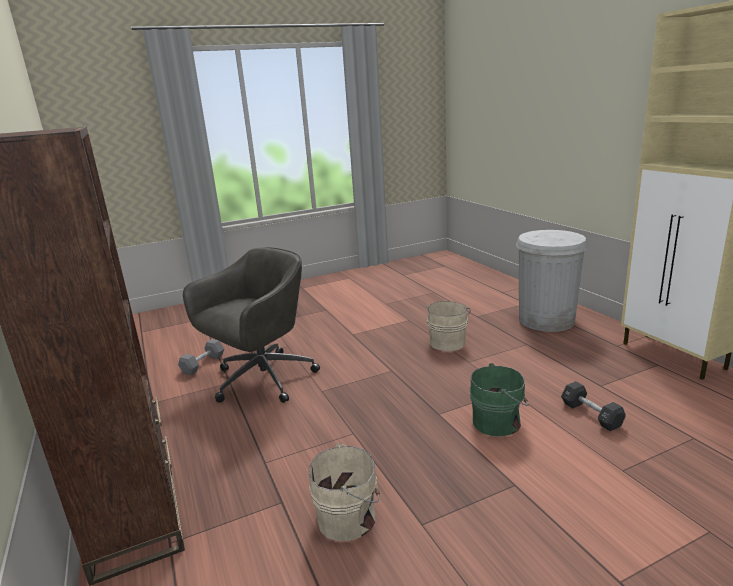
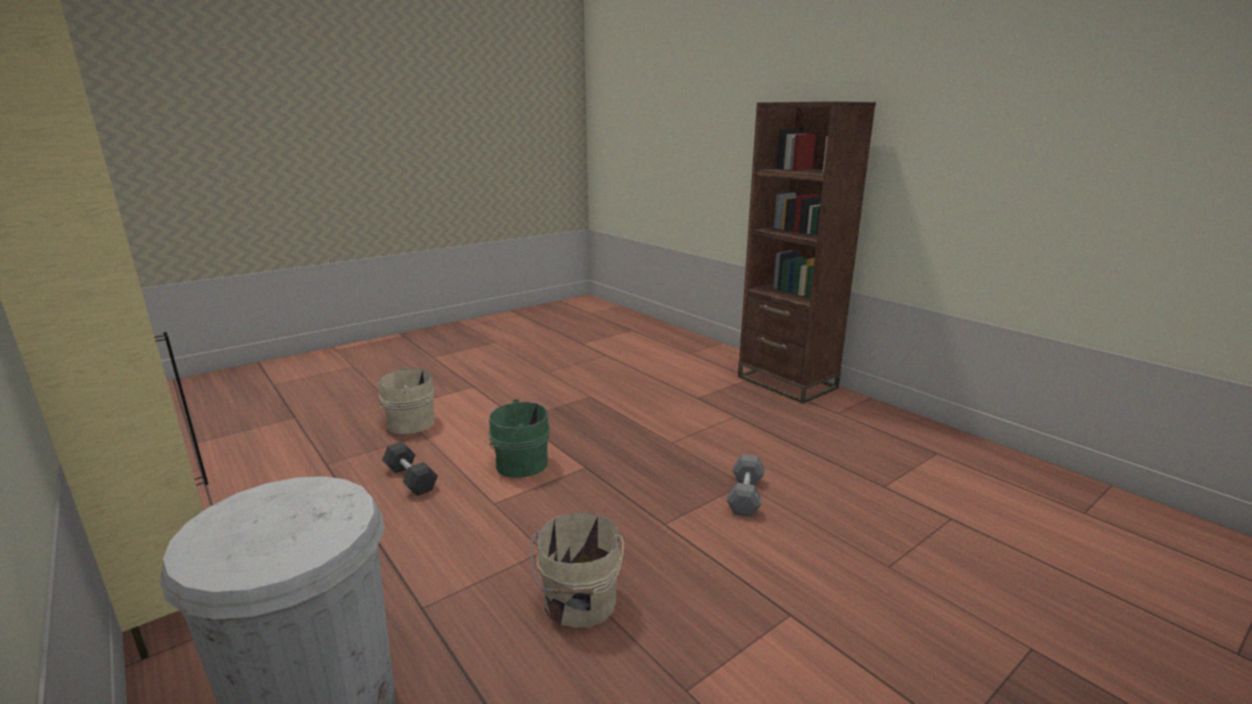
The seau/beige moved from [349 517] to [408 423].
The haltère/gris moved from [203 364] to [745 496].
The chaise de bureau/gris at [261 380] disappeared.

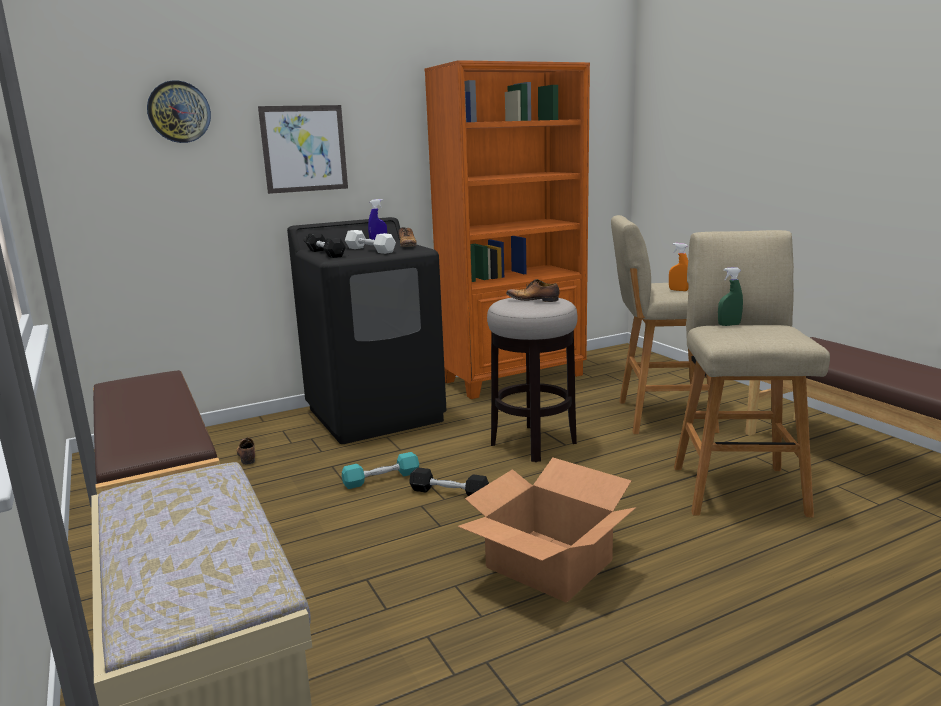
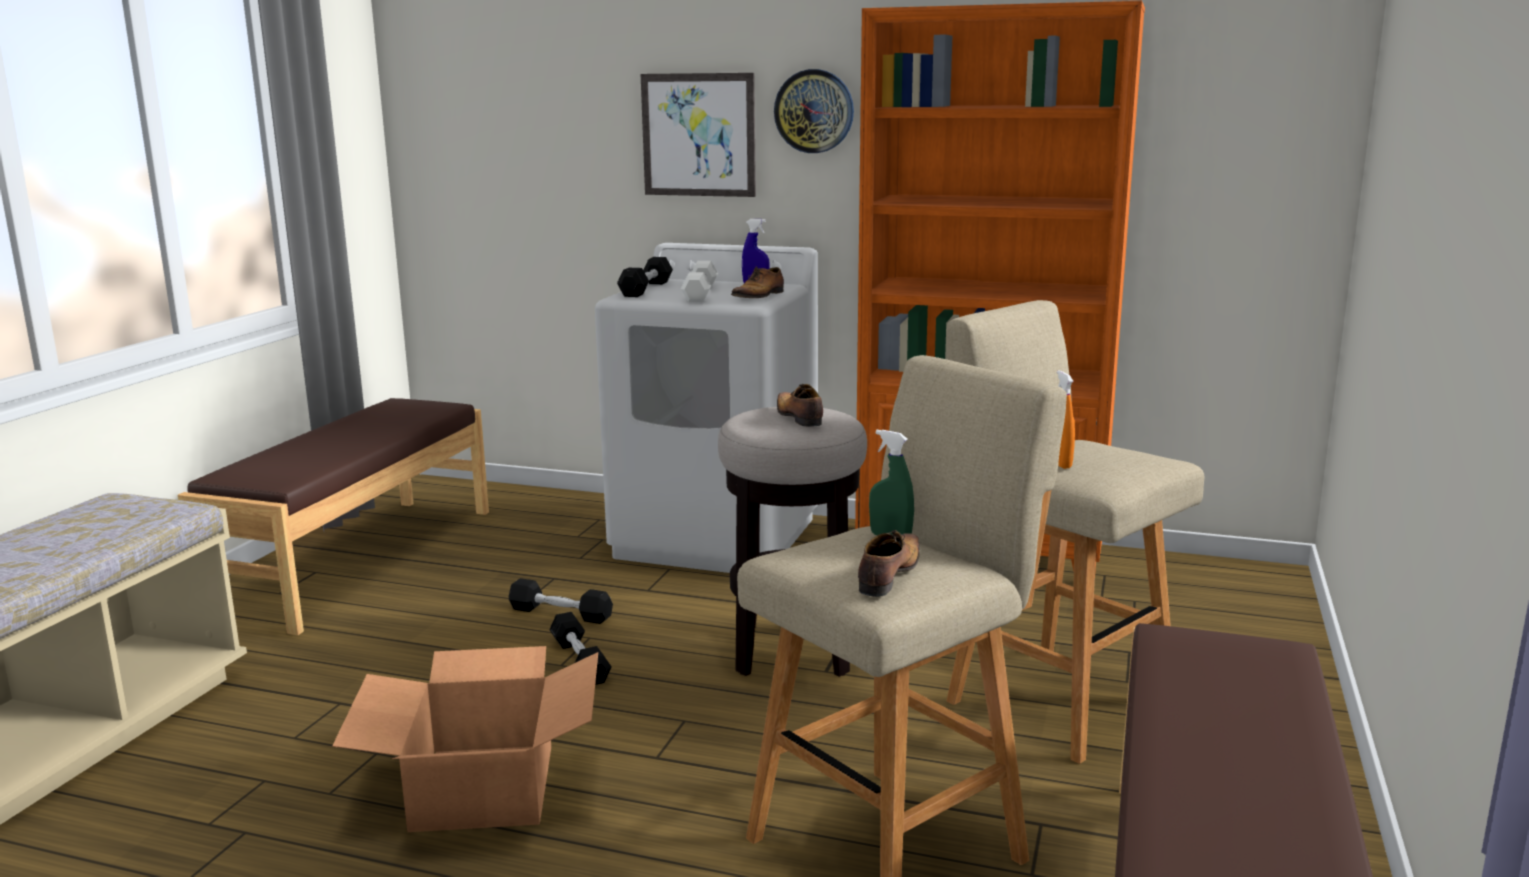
The haltère/turquoise at [381 479] became the haltère/noir at [560 613].
The lave-linge/noir at [376 414] became the lave-linge/blanc at [717 538].
The horloge murale moved from [179 112] to [814 111].
The chaussure moved from [247 455] to [889 575].

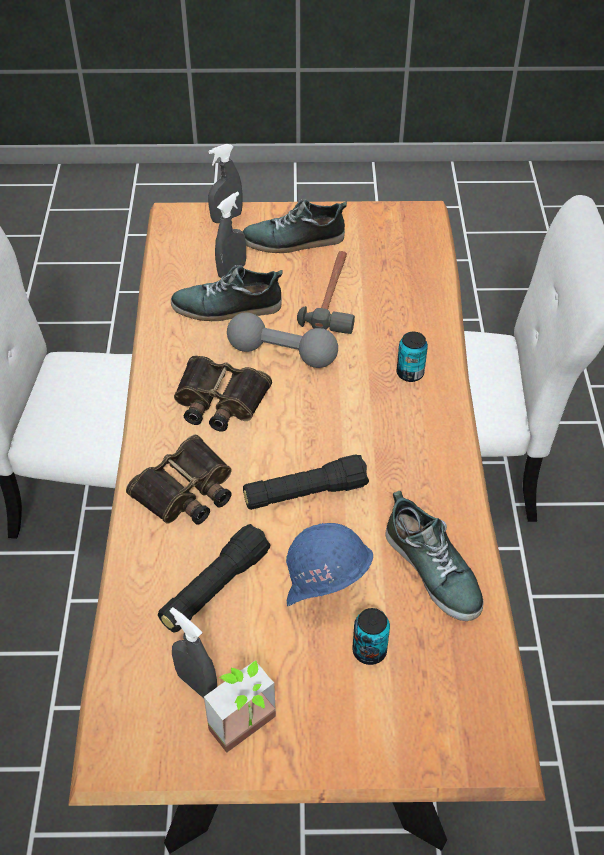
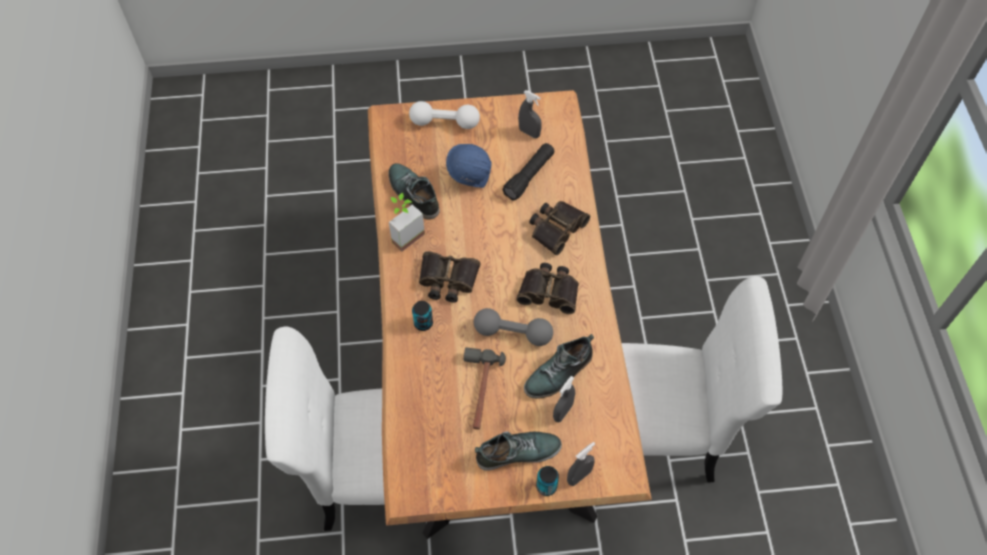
The plante en pot moved from [250 733] to [404 234].
The haltère/blanc at [444 123] appeared.
The jumelles at [447 280] appeared.
The chaussure at [227 307] turned 150 degrees clockwise.
The boîte métallique moved from [369 651] to [546 486].
The lampe de poche/noir at [305 493] disappeared.

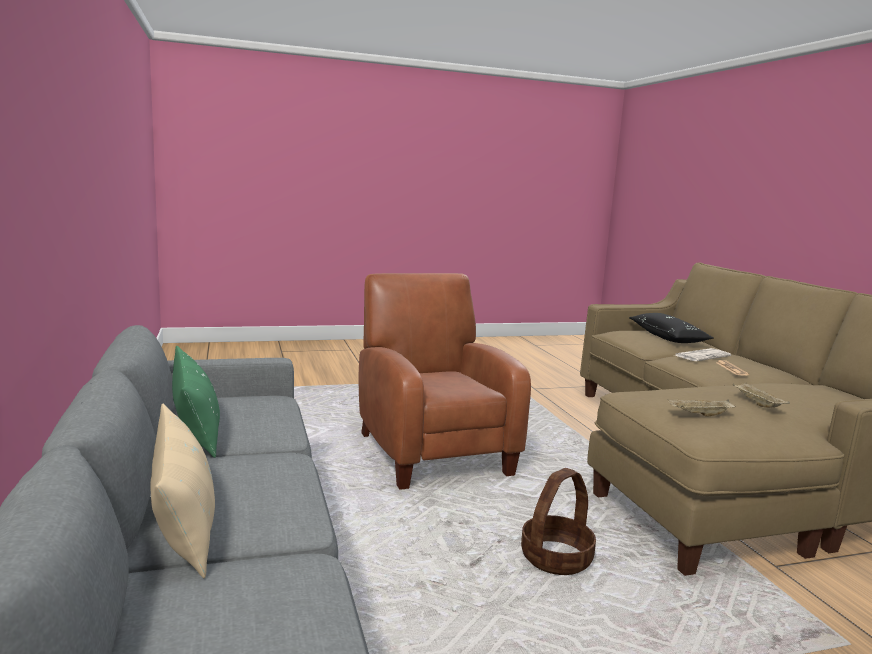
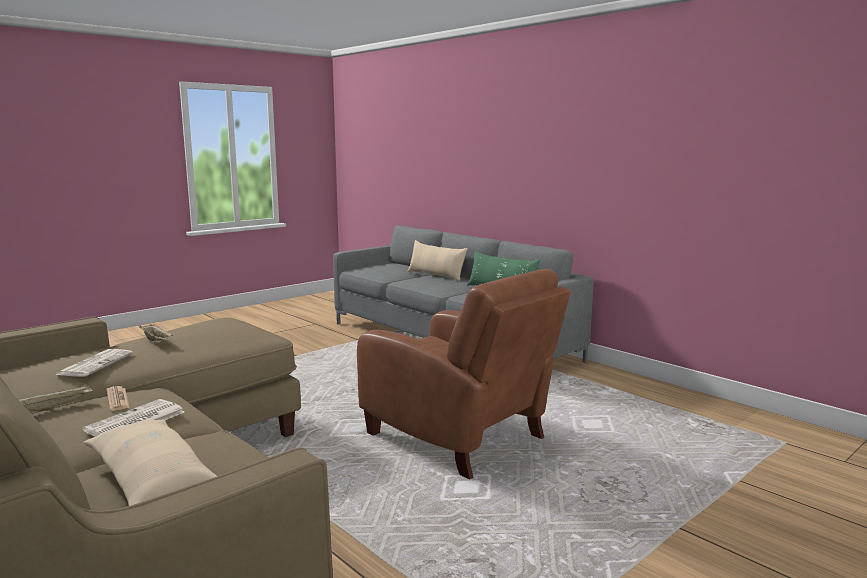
The plateau/beige moved from [699 415] to [56 407].
The journal at [95 364] appeared.
The coussin/noir at [668 337] became the coussin/beige at [152 482].
The panier at [556 559] disappeared.

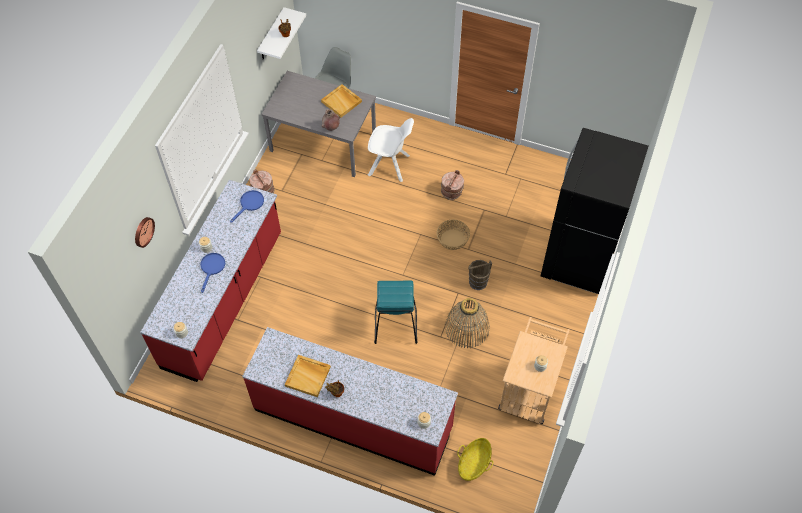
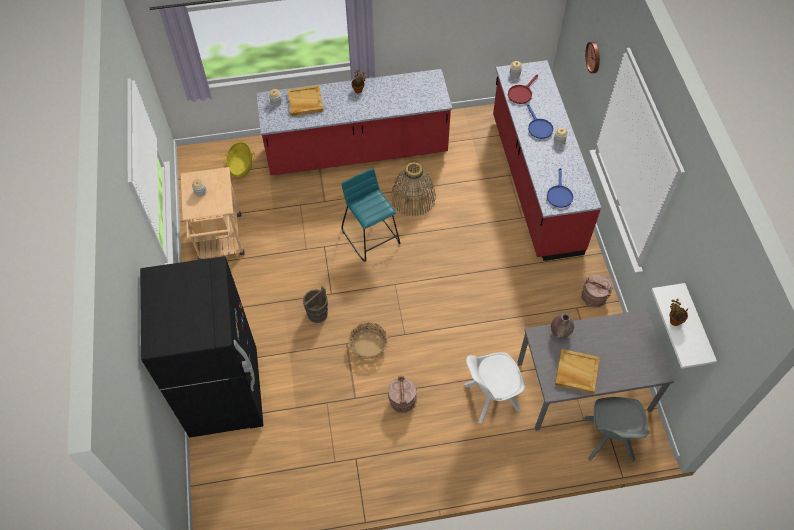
The plateau/beige moved from [308 376] to [305 102].
The panier moved from [467 328] to [413 198].
The poêle/rouge at [521 93] appeared.

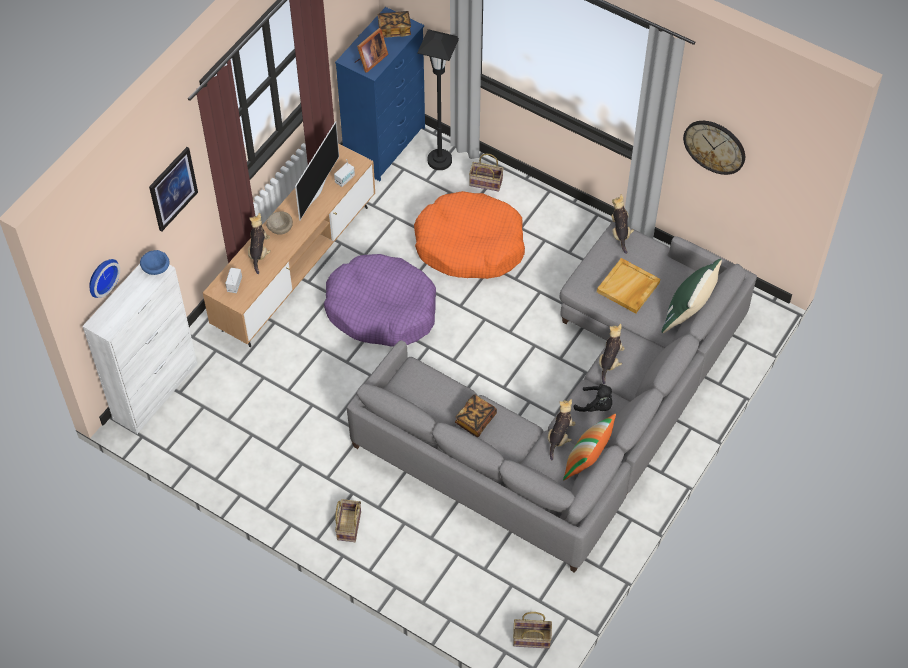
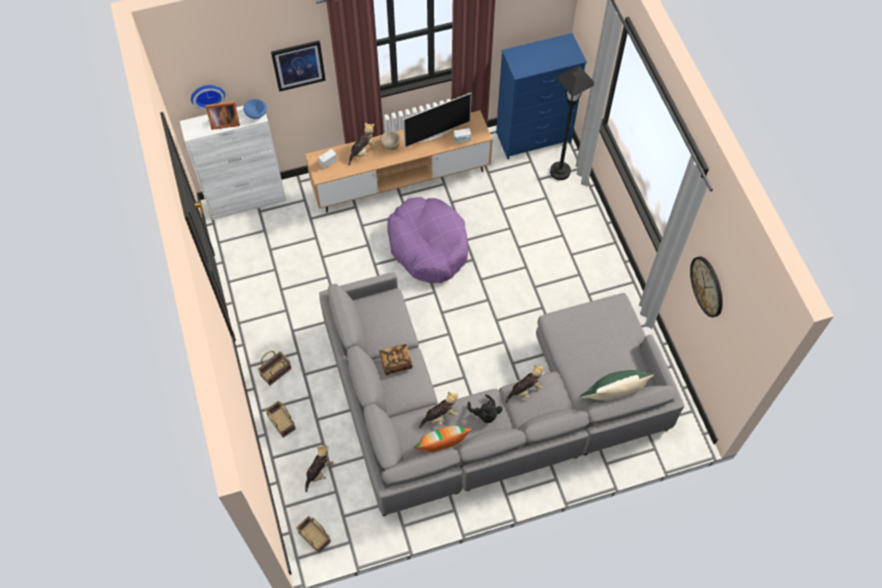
The cadre photo moved from [370 60] to [224 122].
The panier moved from [485 183] to [280 422].
The peluche moved from [620 233] to [319 471].
The livre at [394 30] disappeared.
The panier pour chien/orange at [469 245] disappeared.
The plateau/beige at [628 288] disappeared.

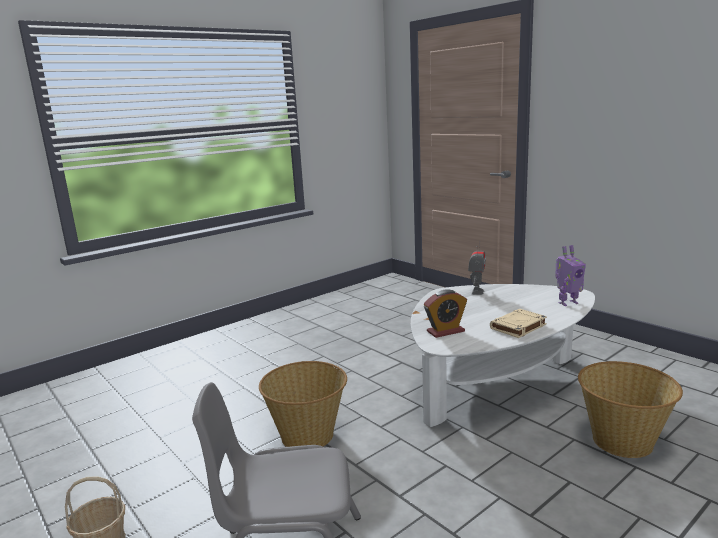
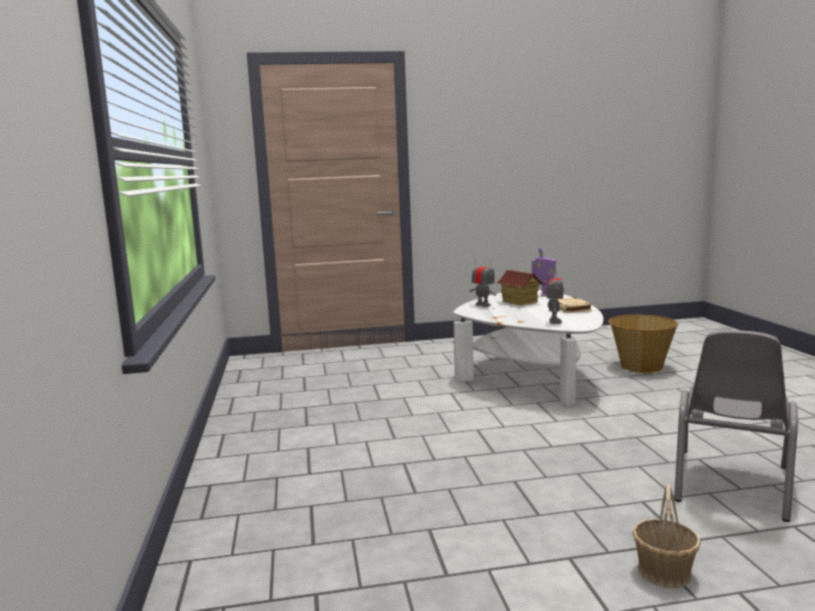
The maison miniature at [519 302] appeared.
The réveil at [445 331] was replaced by the robot jouet at [554 321].
The panier at [308 435] disappeared.

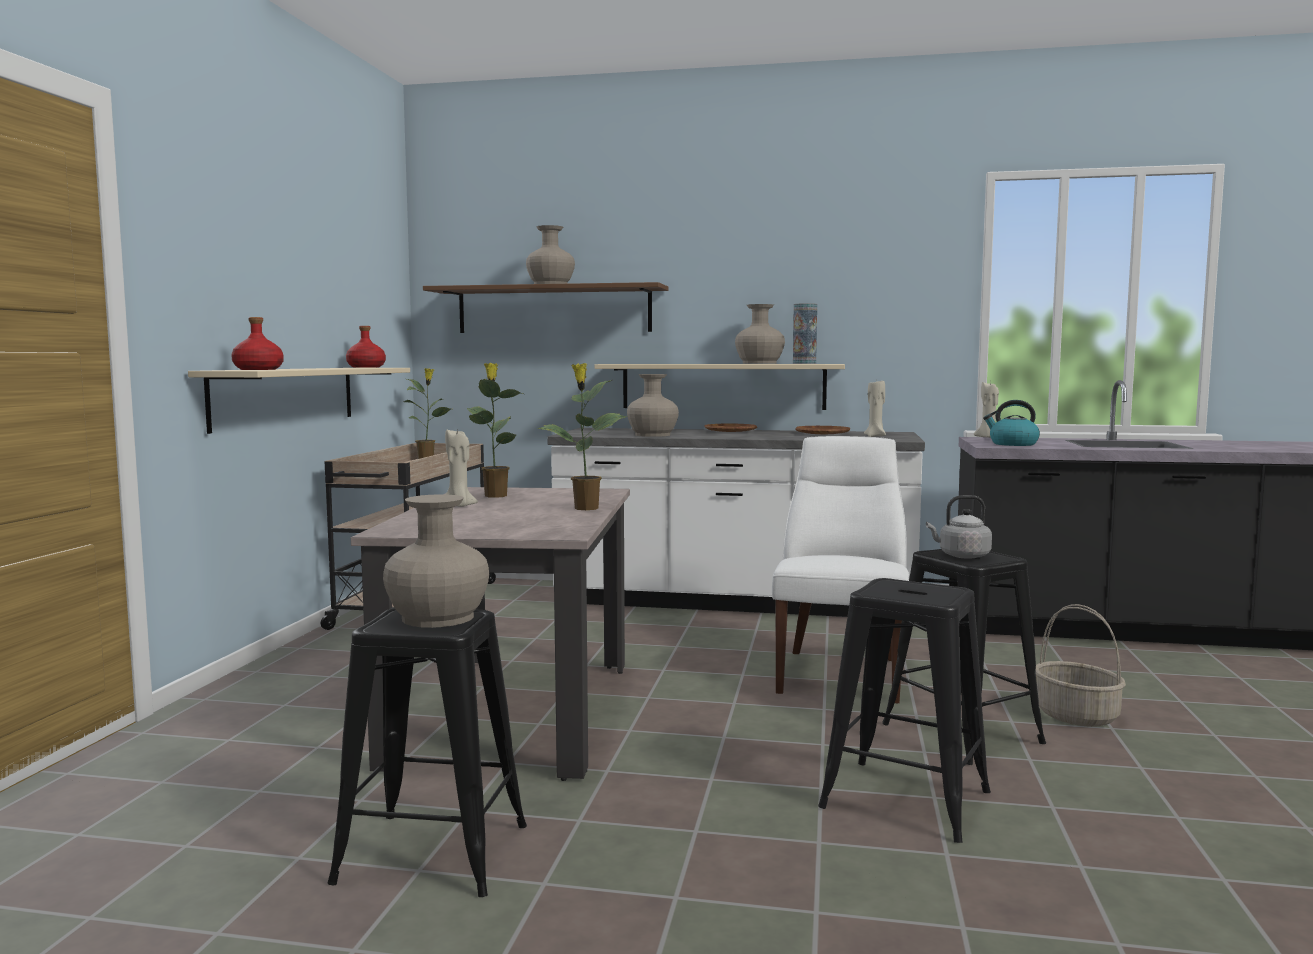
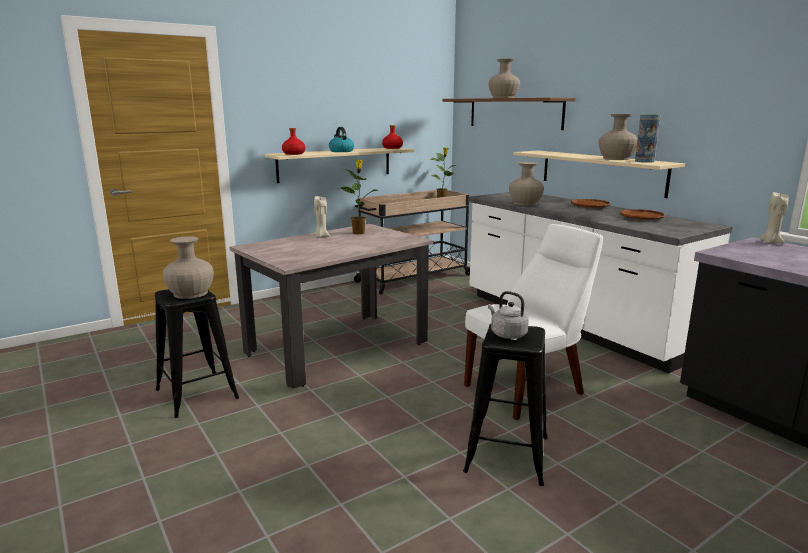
The bouilloire moved from [1012 444] to [341 151].
The plante en pot at [585 508] disappeared.
The tabouret/noir at [907 800] disappeared.
The bougie/beige at [875 436] disappeared.
The panier at [1077 716] disappeared.

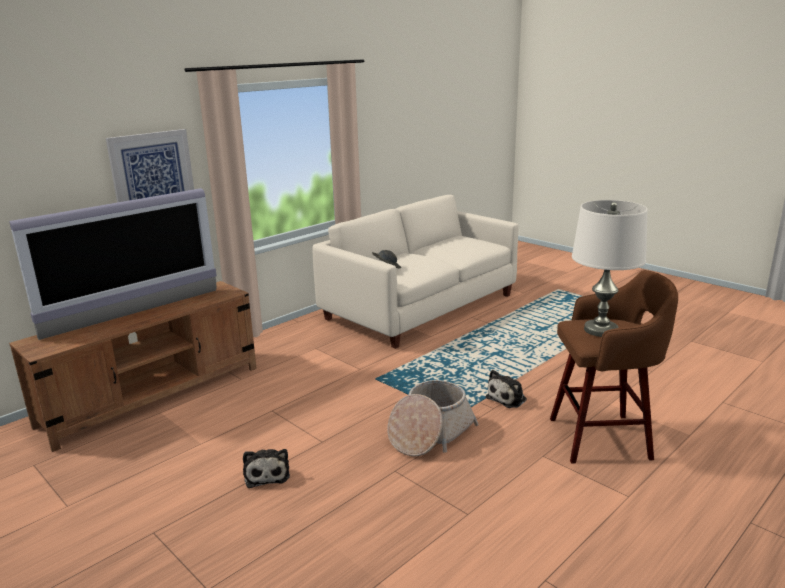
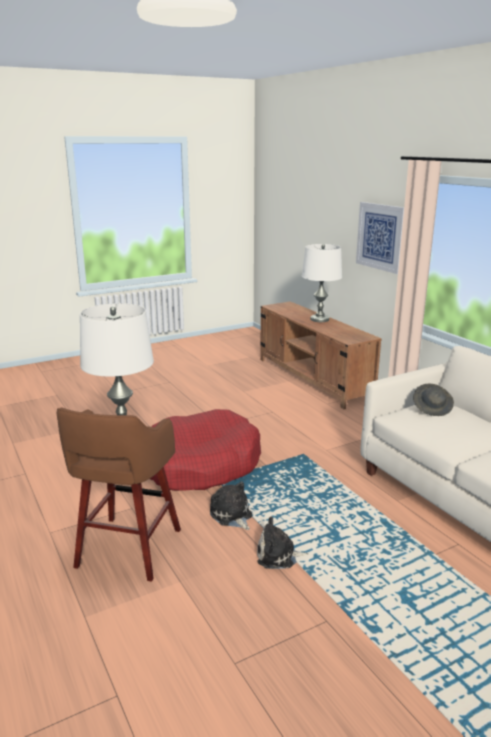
The panier at [430 433] was replaced by the panier pour chien/rouge at [200 464].
The peluche moved from [267 474] to [279 555].
The téléviseur at [135 313] was replaced by the lampe de table/blanc at [319 319].

